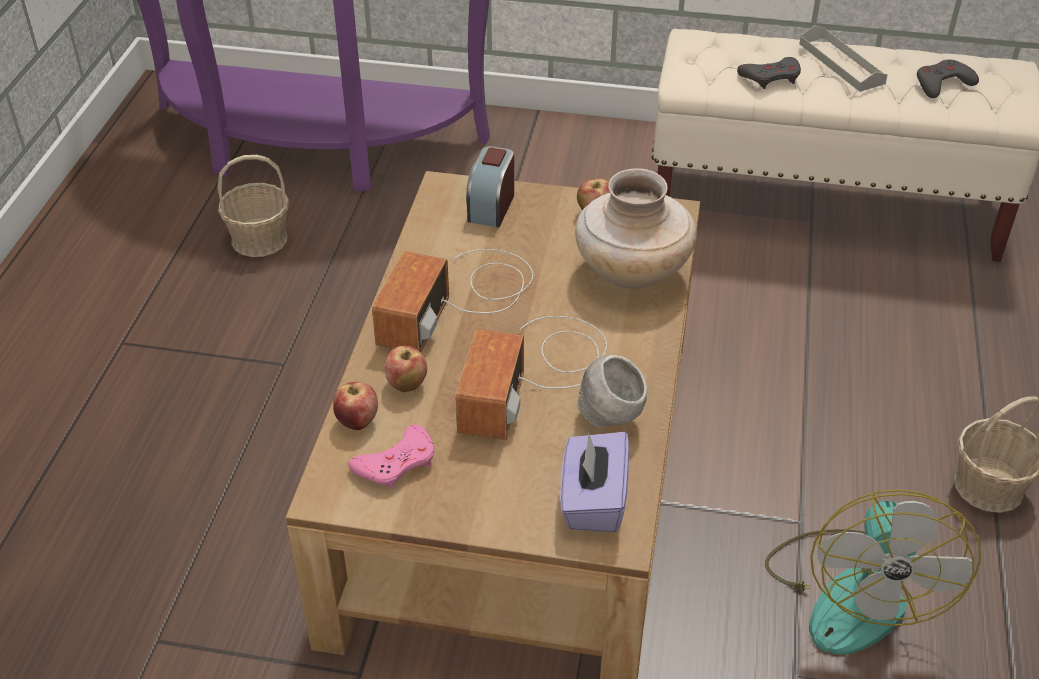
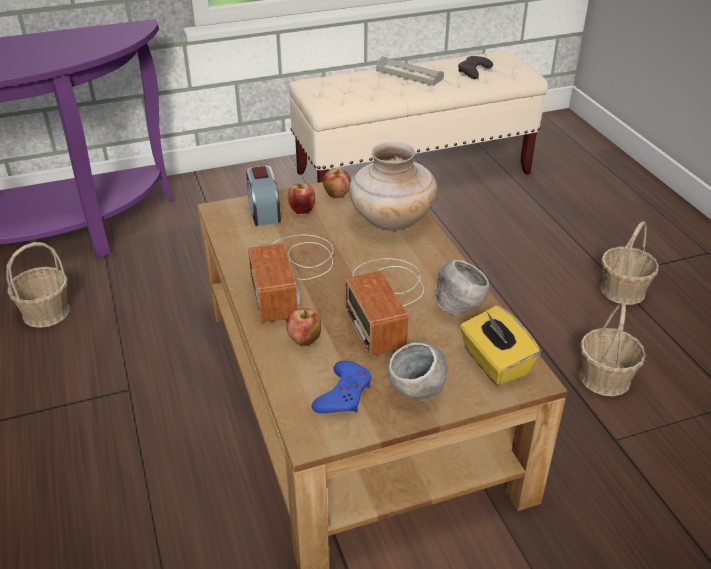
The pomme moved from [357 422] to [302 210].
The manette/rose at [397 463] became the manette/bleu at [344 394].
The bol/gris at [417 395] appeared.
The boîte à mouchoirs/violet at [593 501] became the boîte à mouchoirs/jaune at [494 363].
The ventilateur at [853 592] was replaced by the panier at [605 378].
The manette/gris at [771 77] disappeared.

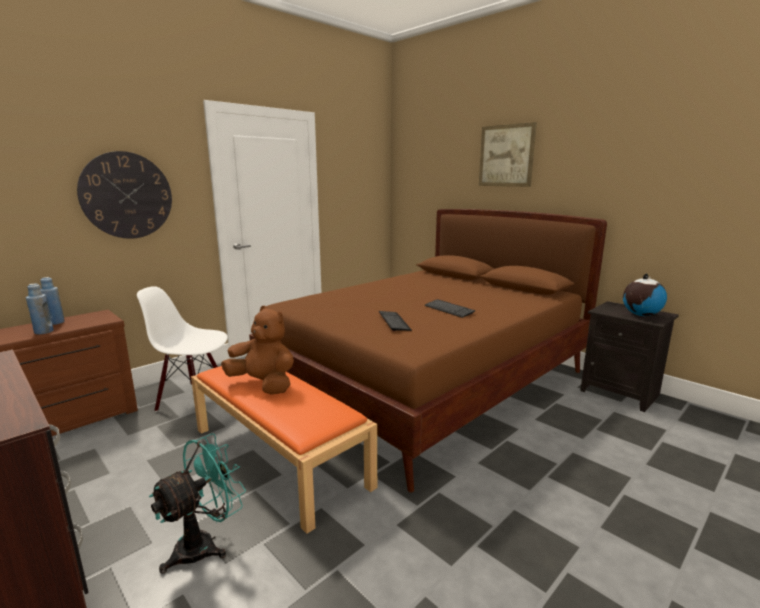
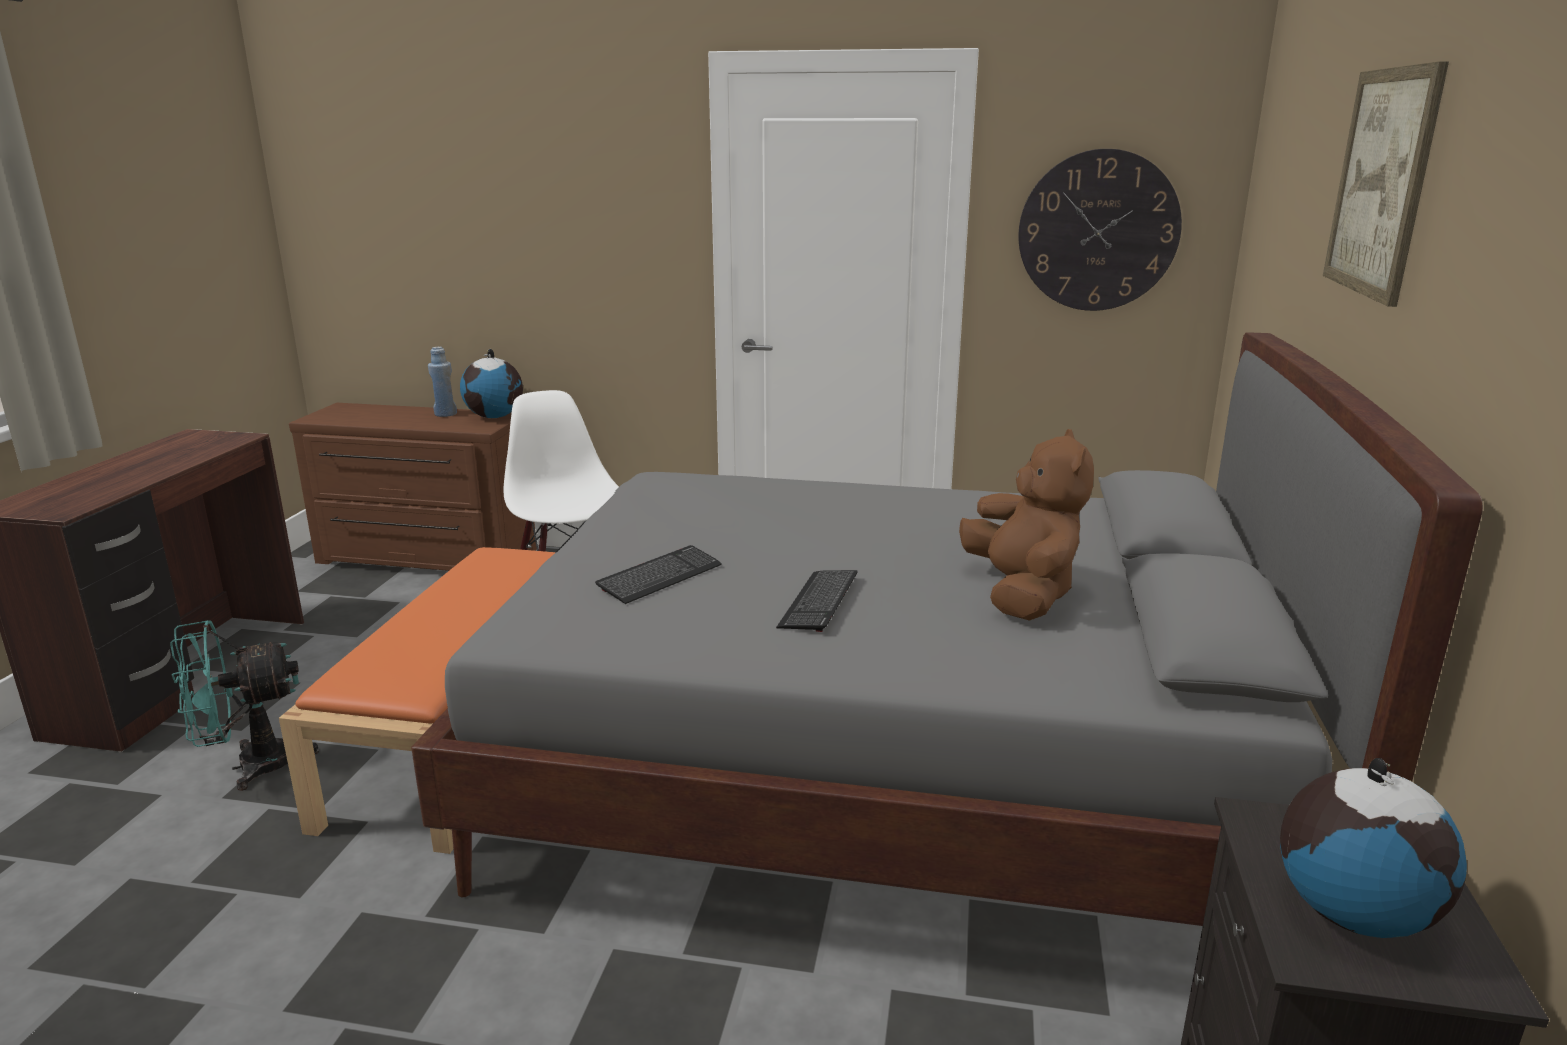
The ventilateur/turquoise at [204 544] turned 150 degrees clockwise.
The lit/marron at [429 383] became the lit/gris at [888 774].
The globe at [495 417] appeared.
The peluche/marron moved from [264 384] to [1021 594].
The horloge murale moved from [127 195] to [1098 231].
The bouteille/bleu at [44 332] disappeared.

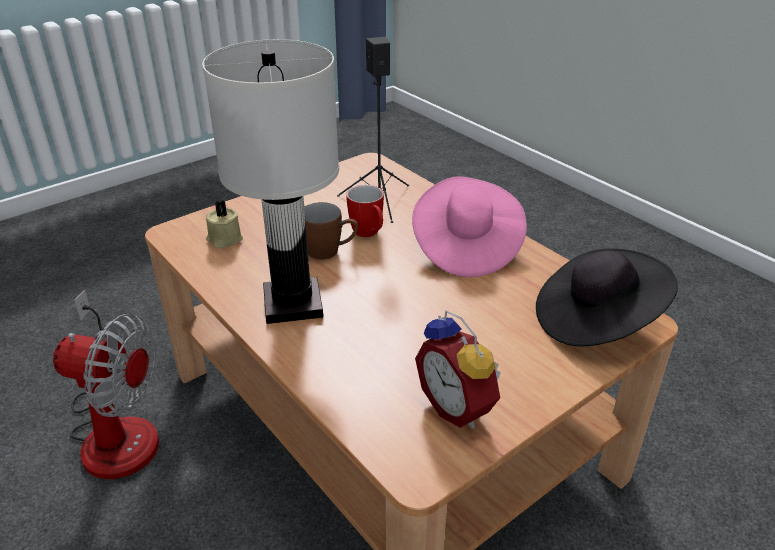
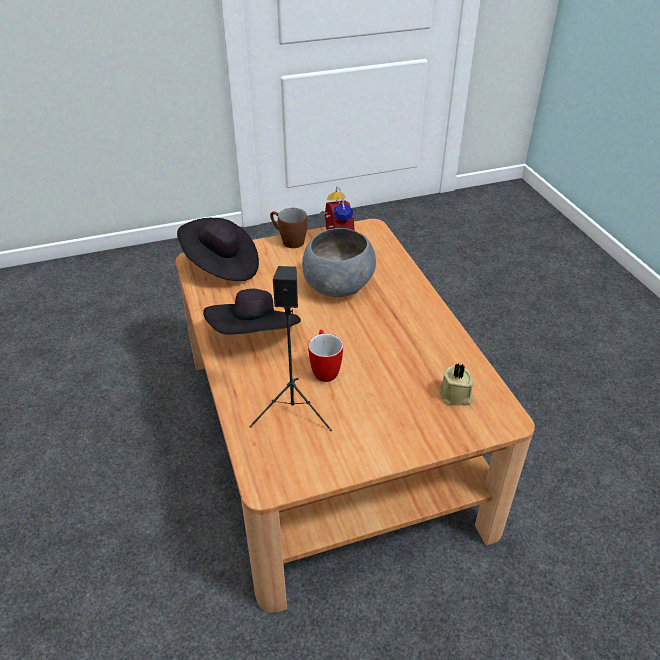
The chapeau/rose at [465 247] became the chapeau/noir at [255 336].
The mug/marron moved from [330 251] to [288 240].
The bol/gris at [337 286] appeared.
The ventilateur at [117 428] disappeared.
The lampe de table/blanc at [293 303] disappeared.

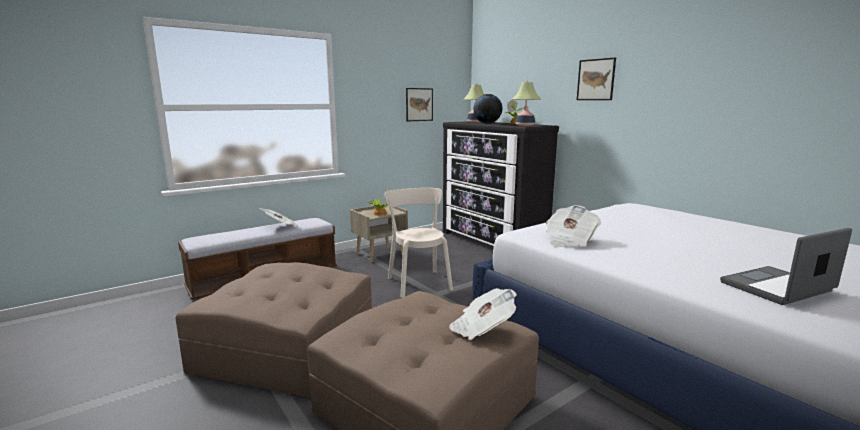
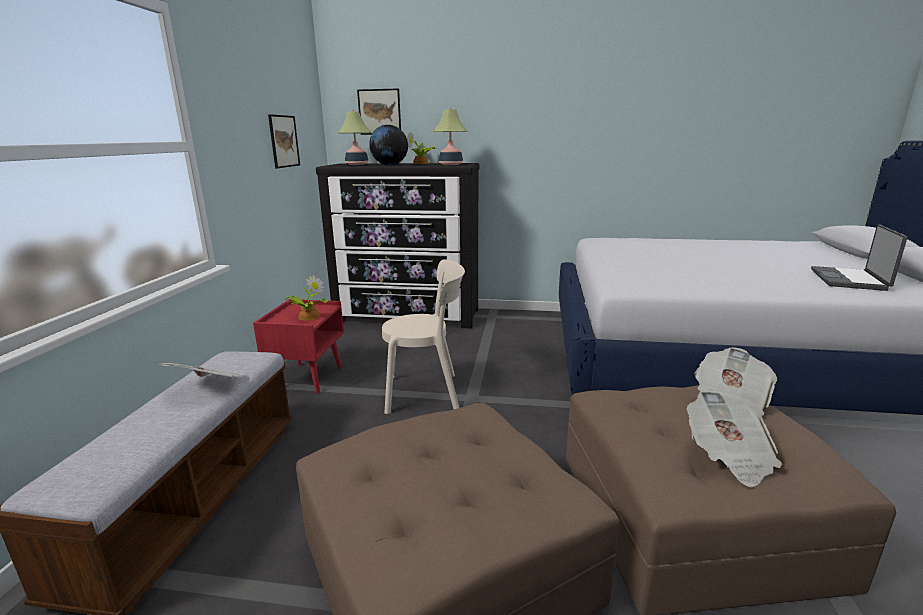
The table de chevet/beige at [380 254] became the table de chevet/rouge at [307 377].
The tableau moved from [596 79] to [379 112].
The chaise/beige at [418 282] turned 150 degrees clockwise.
The journal moved from [569 240] to [728 456].

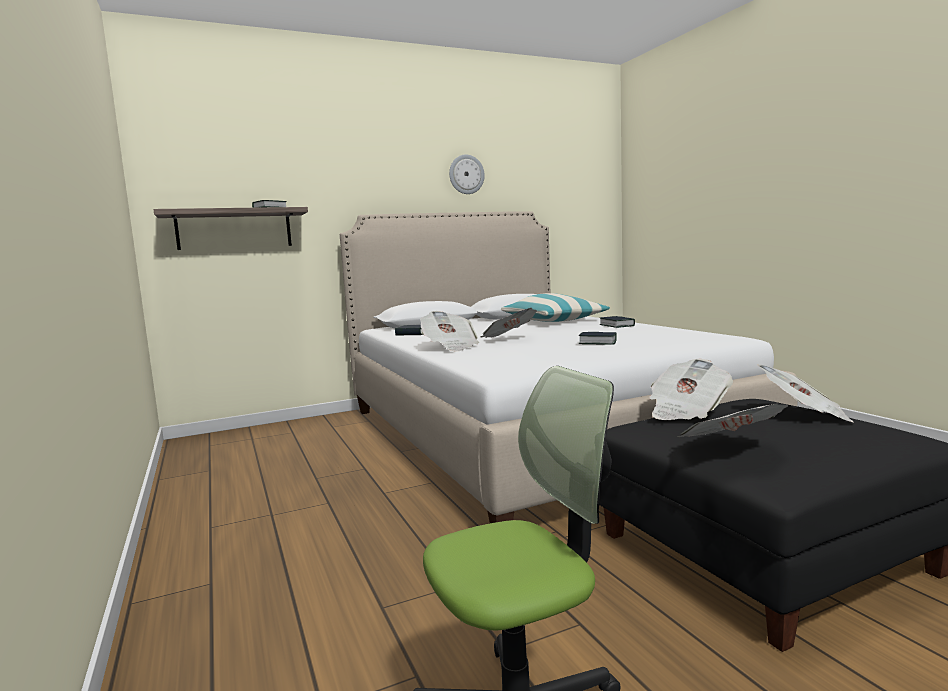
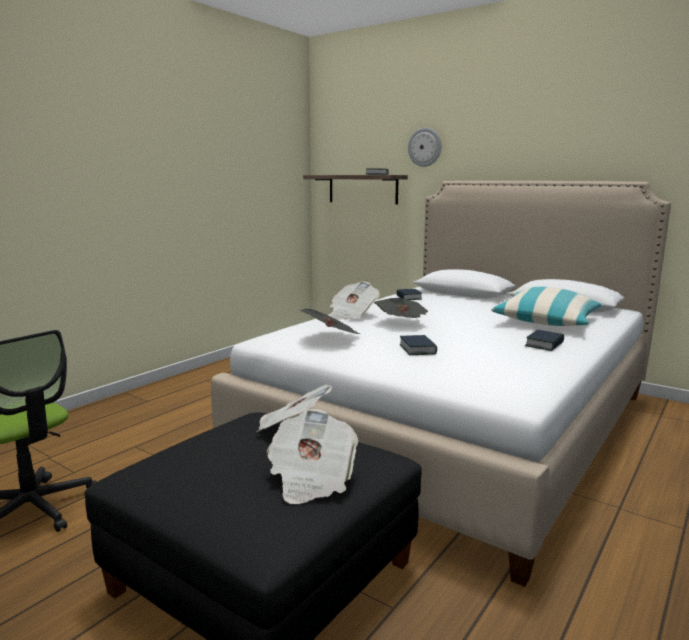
The journal moved from [729 448] to [332 338].
The horloge murale moved from [466 174] to [425 147].

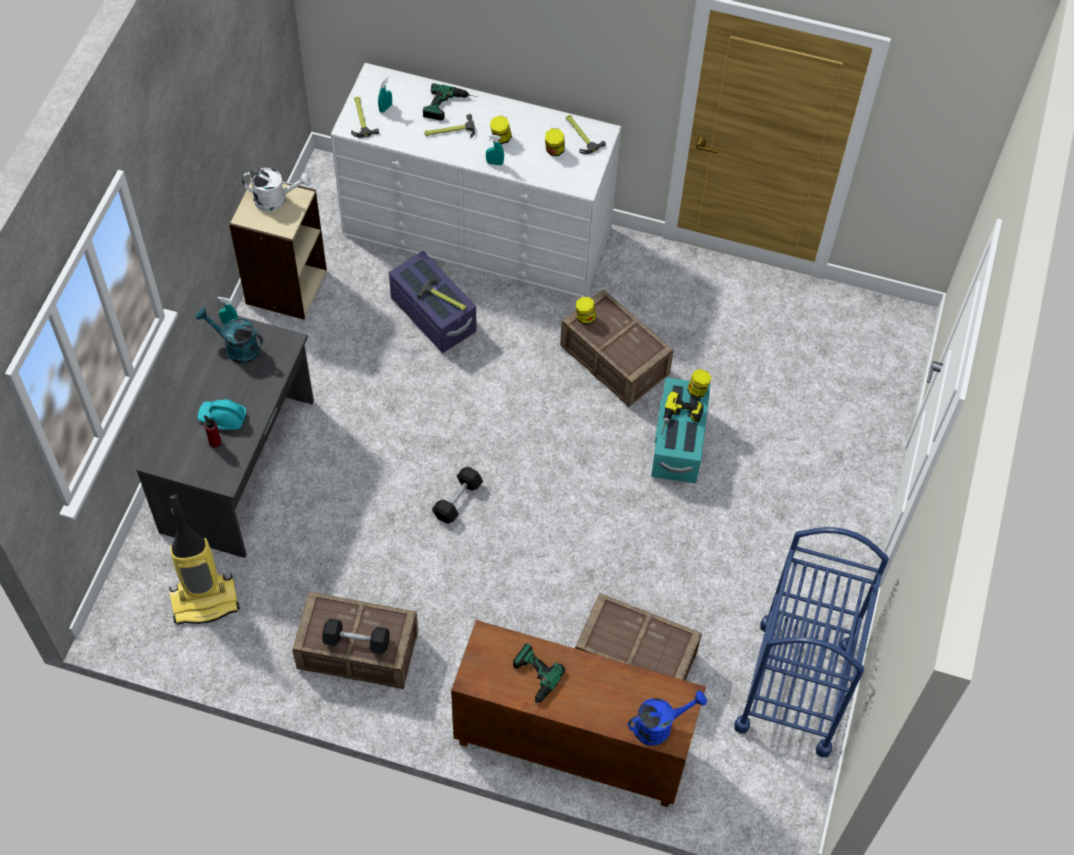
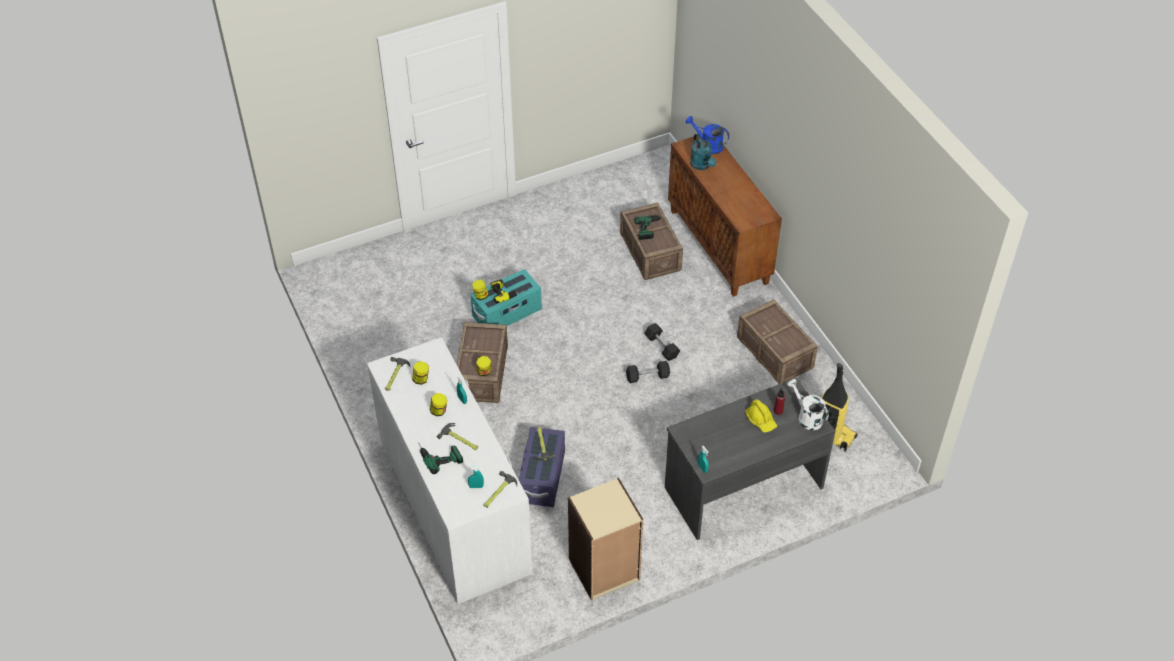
The perceuse moved from [530 680] to [652 228].
The haltère/noir moved from [356 641] to [661 347].
The arrosoir/turquoise moved from [236 348] to [702 165].
The casque de chantier/turquoise at [223 417] became the casque de chantier/jaune at [761 420].
The arrosoir/blanc moved from [276 199] to [806 417].
The chariot/bleu at [795 687] disappeared.

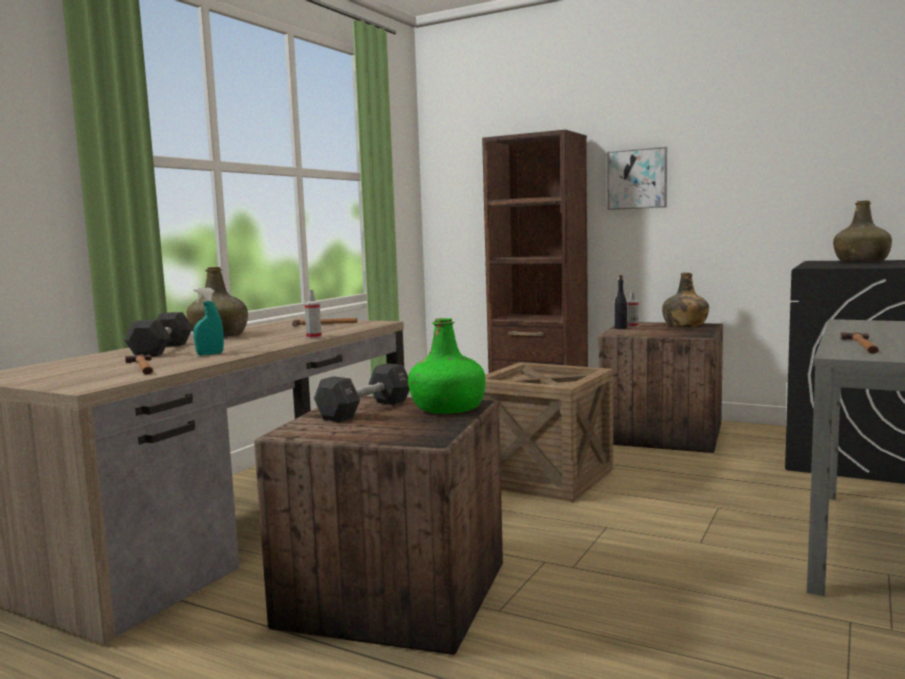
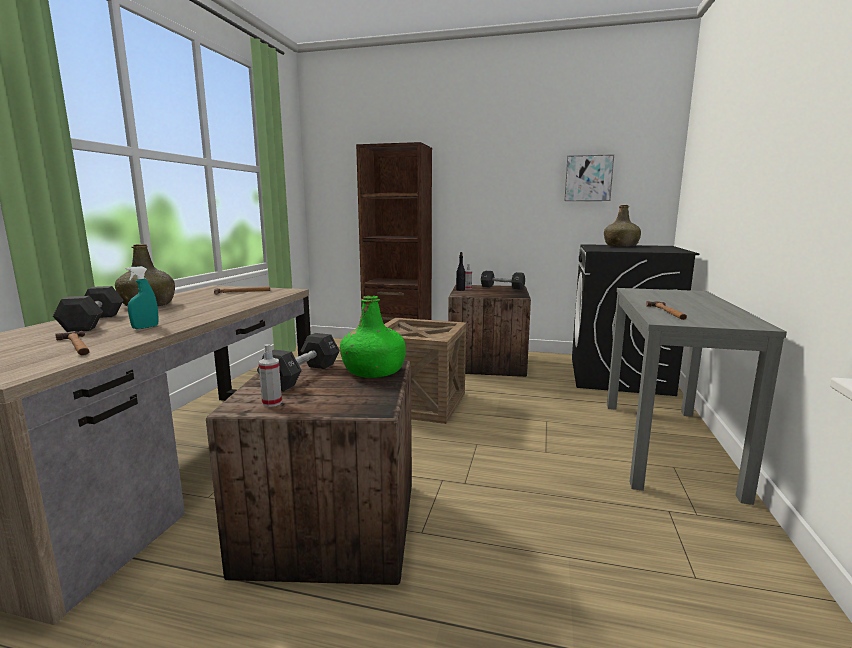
The vaporisateur moved from [314 337] to [272 403].
The bouteille/vert at [684 325] was replaced by the haltère/noir at [502 287].
The tableau moved from [637 179] to [588 178].

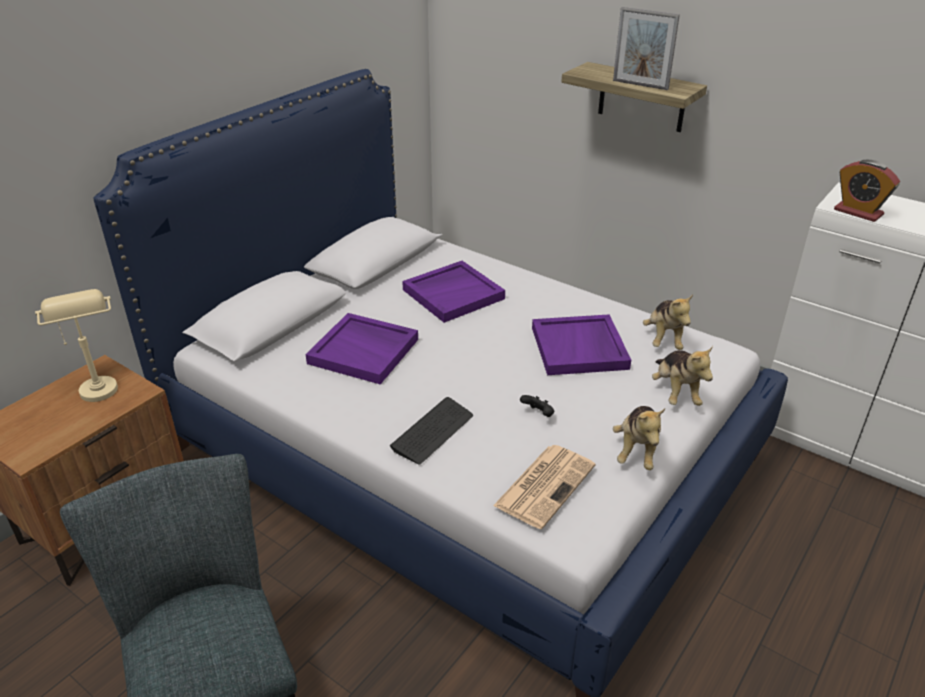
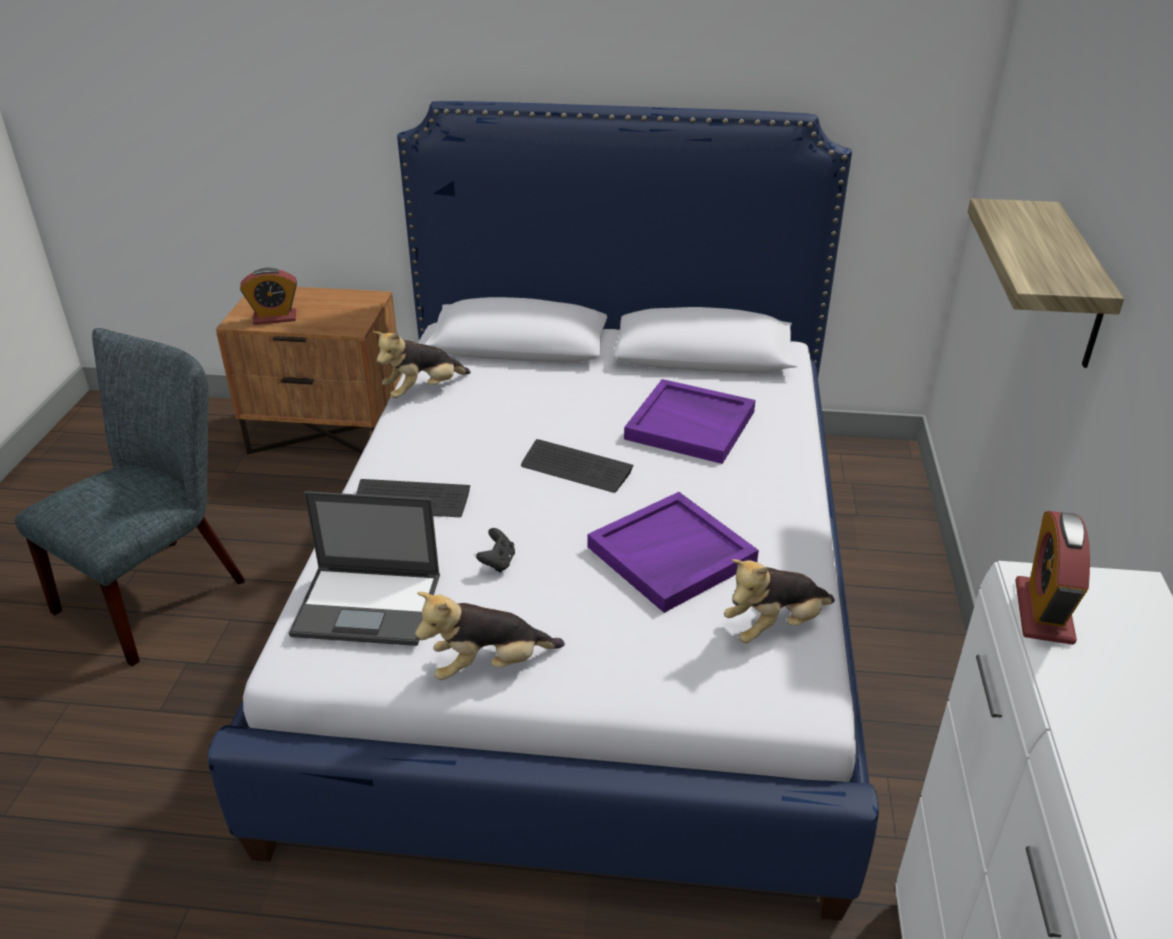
The réveil at [275 318] appeared.
The journal at [545 484] was replaced by the ordinateur portable at [369 605].
The peluche moved from [675 392] to [423 391].
The clavier at [576 468] appeared.
The lampe de table/beige at [96 384] disappeared.
The plateau/violet at [364 351] disappeared.
The cadre photo at [640 85] disappeared.

